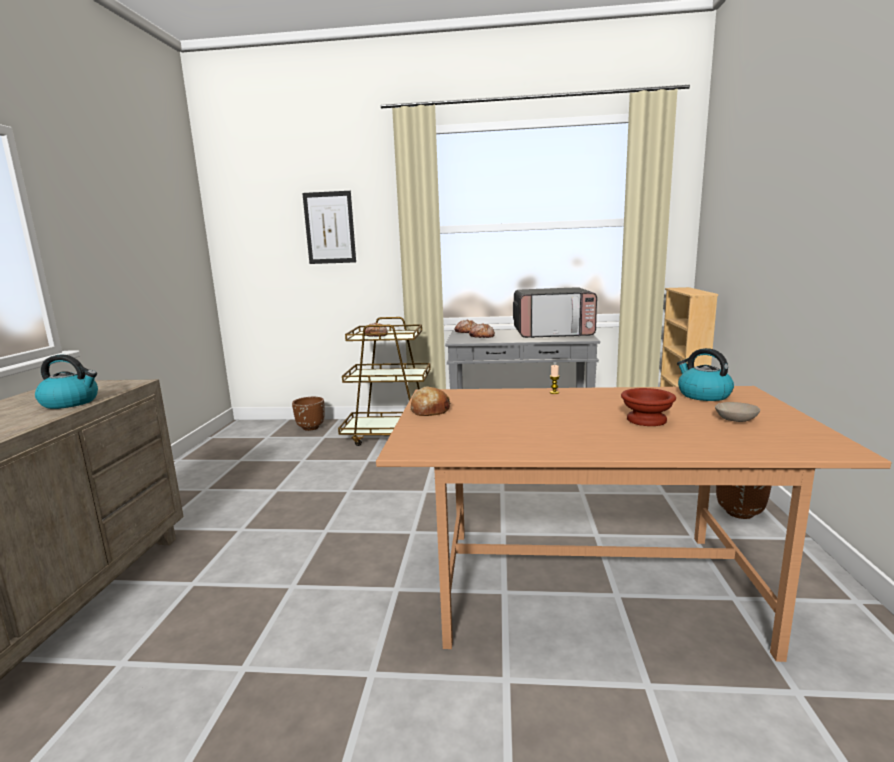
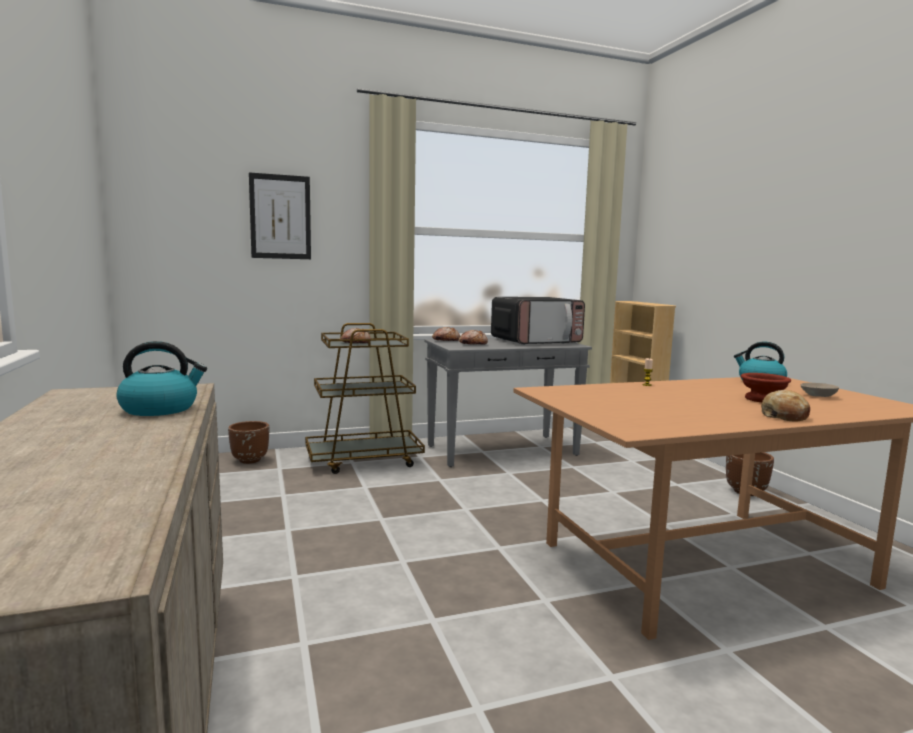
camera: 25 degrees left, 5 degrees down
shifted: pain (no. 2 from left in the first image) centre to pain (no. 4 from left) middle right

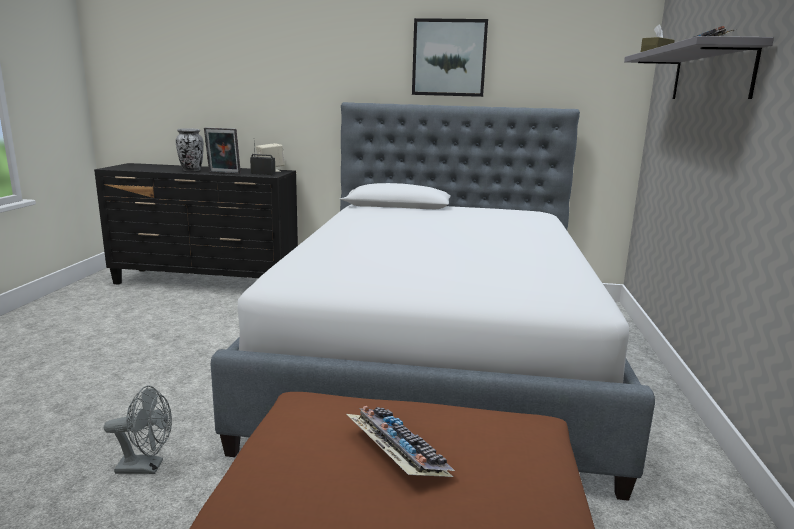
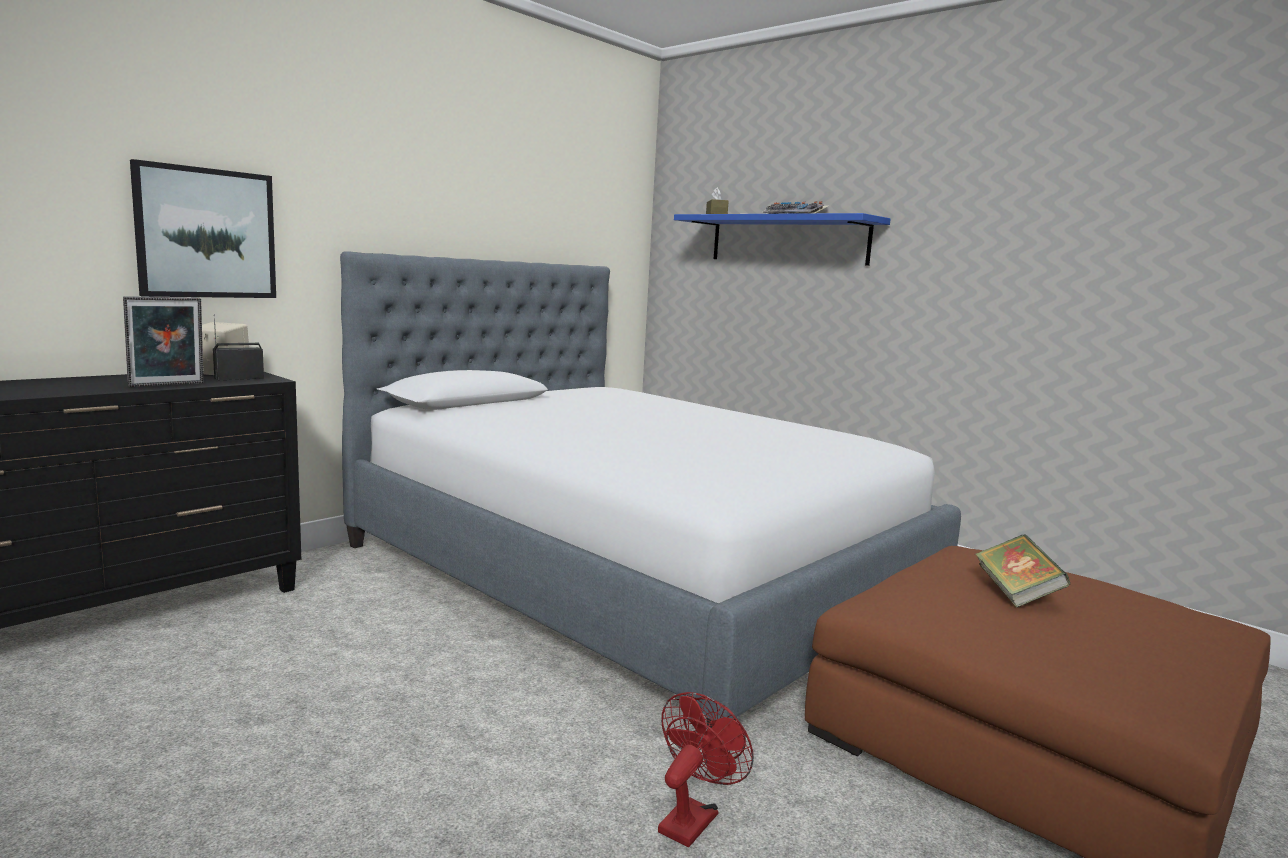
camera: 55 degrees left, 5 degrees down
gone: vase top left
shifted: tableau top centre to top left
swapped: clavier (no. 1 from left) bottom centre to livre middle right
repainted: étagère/gris top right to étagère/bleu top centre; ventilateur/gris bottom left to ventilateur/rouge bottom centre

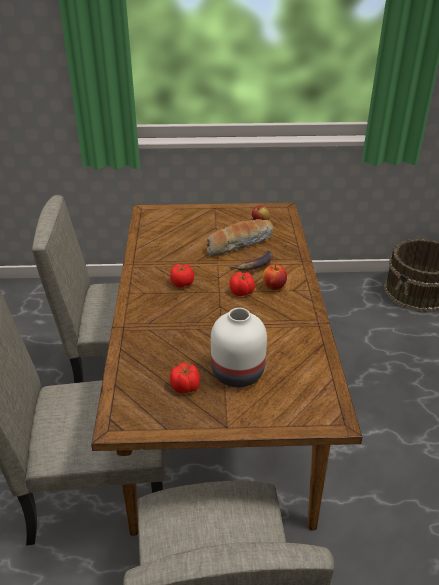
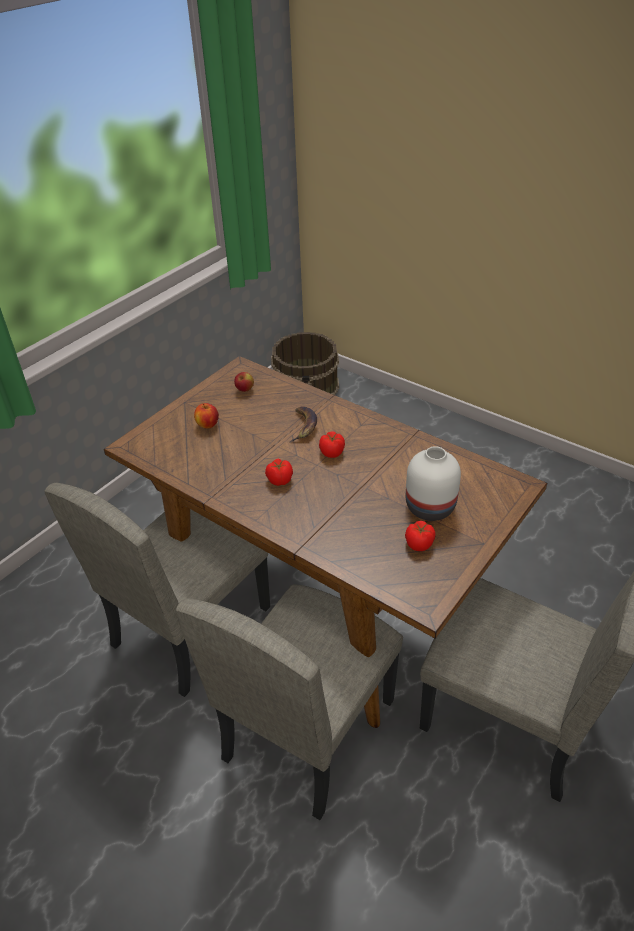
camera: 50 degrees left, 5 degrees up
gone: pain centre
shifted: pomme (no. 2 from left in the first image) centre to pomme (no. 1 from left) middle left

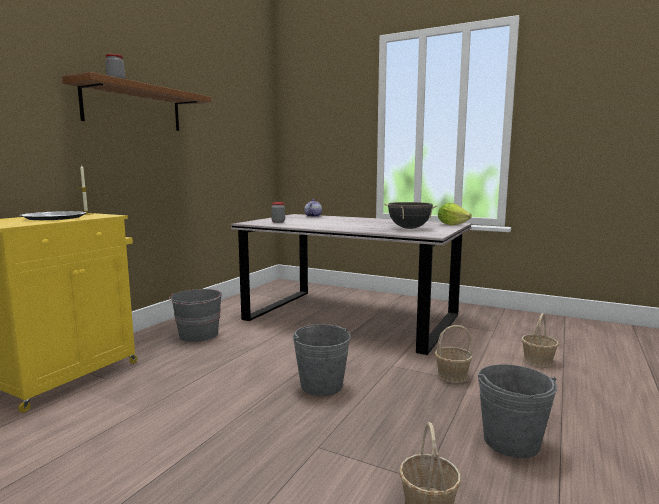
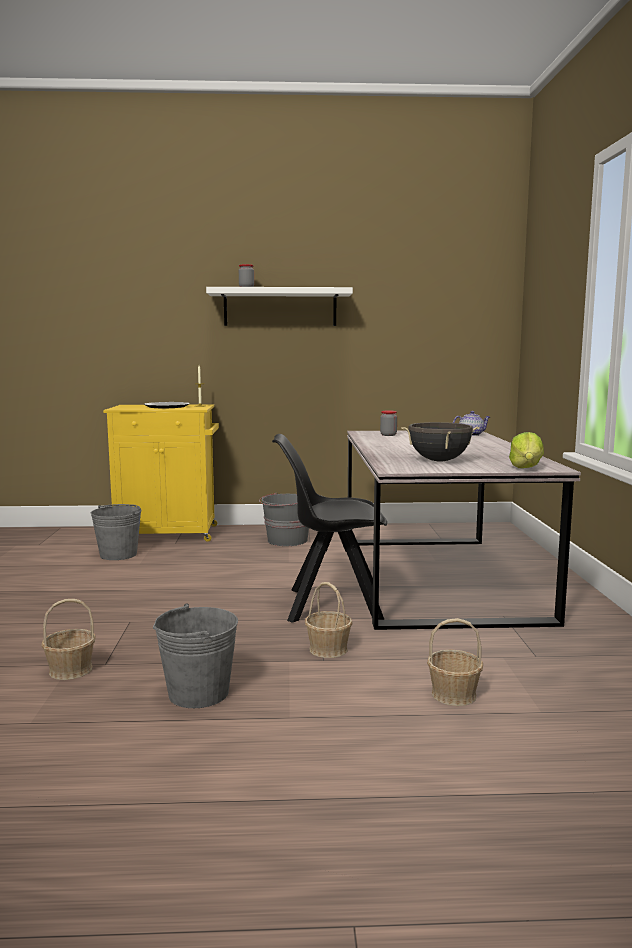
camera: 60 degrees right, 0 degrees up
new: chaise/noir centre
shifted: seau/gris (no. 2 from left in the first image) bottom centre to seau/gris (no. 1 from left) middle left
repainted: étagère/marron top left to étagère/blanc top centre

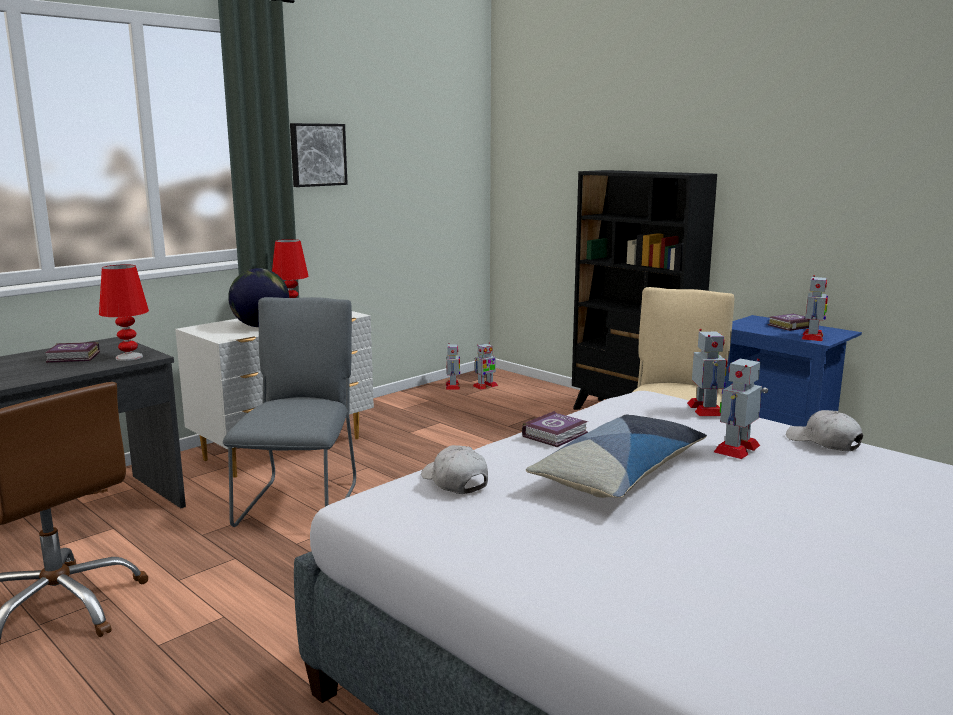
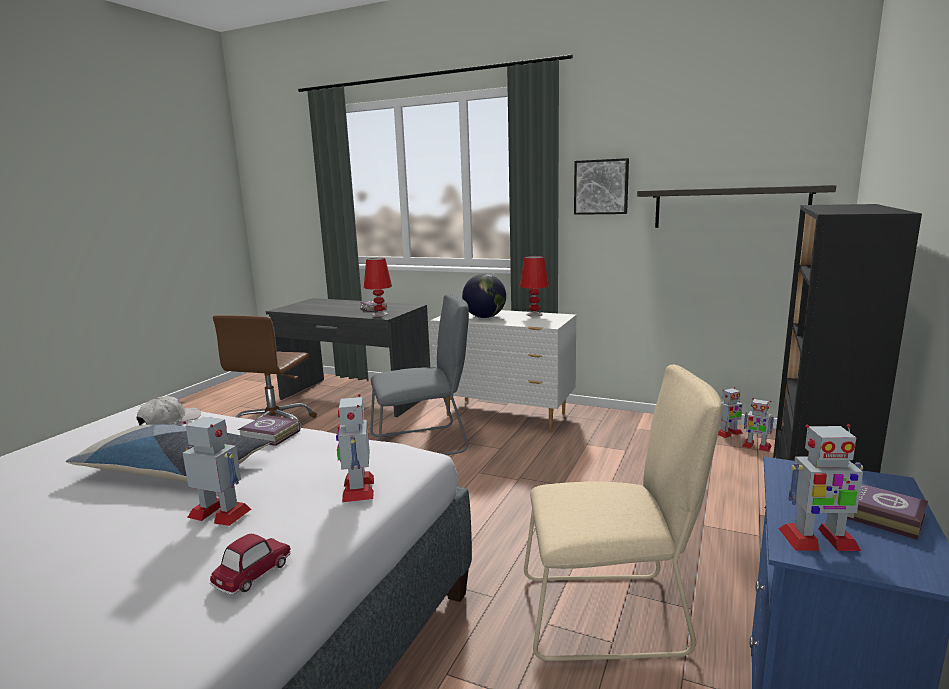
camera: 70 degrees right, 0 degrees up
new: étagère top right
swapped: casquette/blanc (no. 2 from left) middle right to petite voiture bottom left
rotated: robot jouet (no. 3 from left in the first image) middle right = centre 105 degrees clockwise

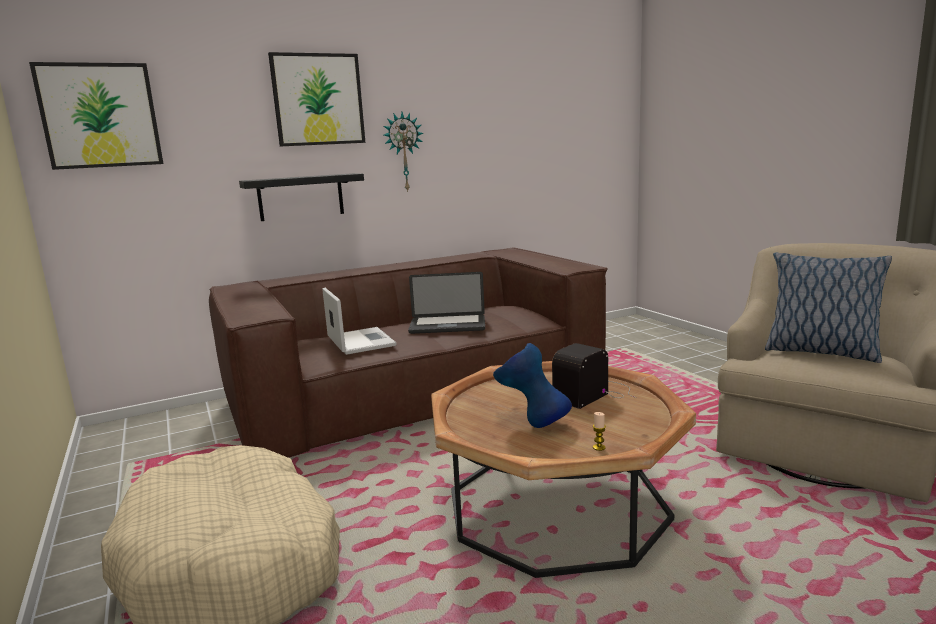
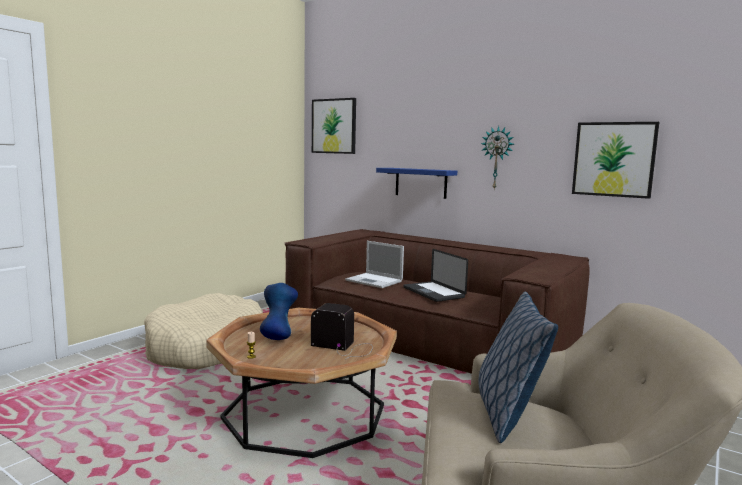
camera: 60 degrees right, 5 degrees down
shifted: tableau (no. 2 from left) top centre to top right
repainted: étagère/noir top left to étagère/bleu centre
rotated: ordinateur portable (no. 1 from left) centre = centre 90 degrees clockwise

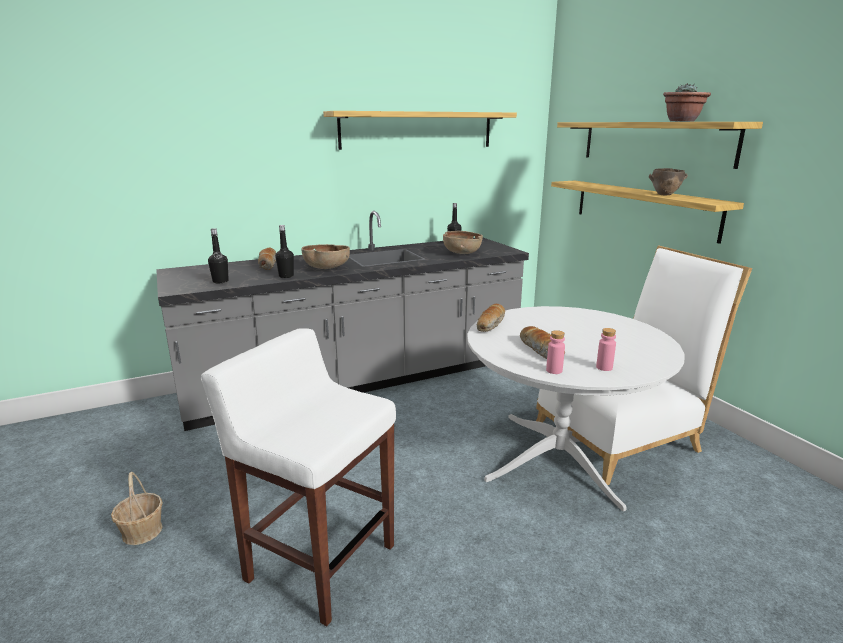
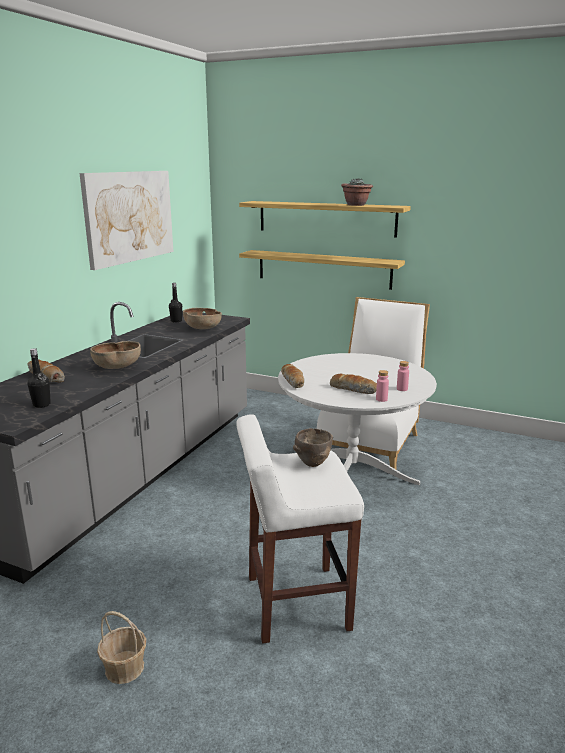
camera: 40 degrees left, 0 degrees up
gone: bouteille/noir (no. 2 from left) centre
shifted: bol/marron (no. 3 from left) top right to centre
swapped: étagère (no. 1 from left) top centre to tableau top left

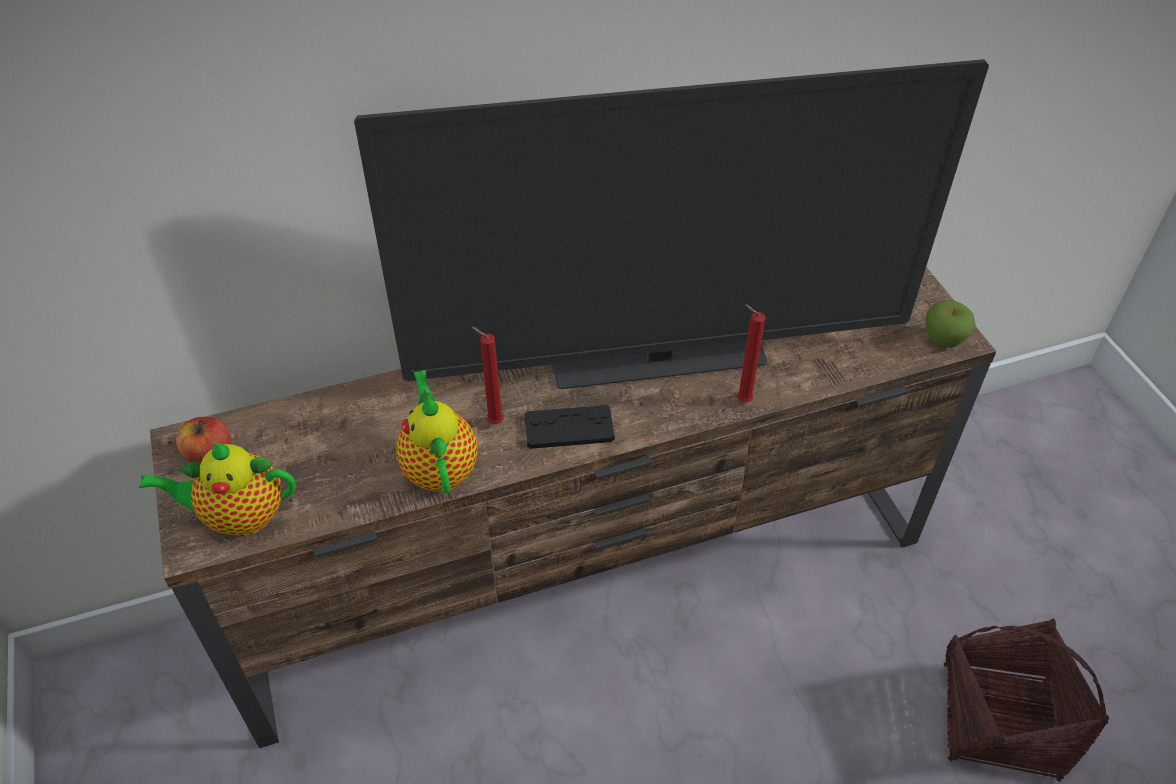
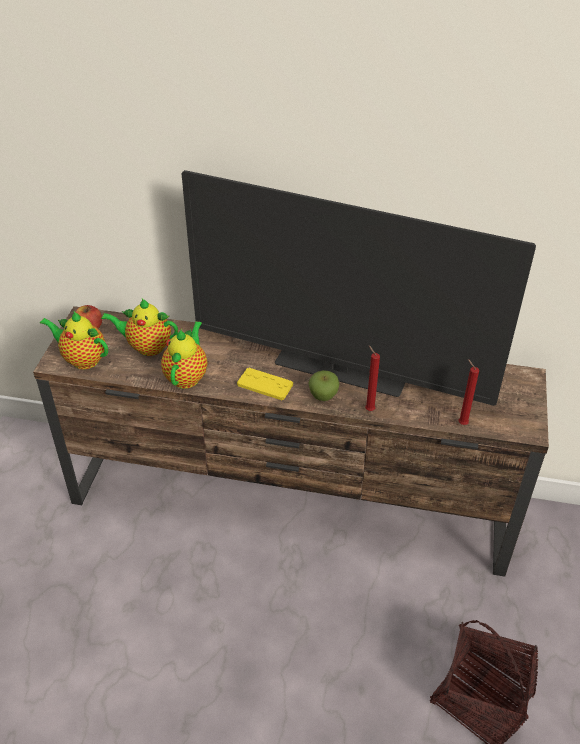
camera: 30 degrees right, 5 degrees down
new: théière (no. 2 from left) middle left
shifted: pomme (no. 2 from left) middle right to centre; bougie/rouge (no. 1 from left in the first image) centre to bougie/rouge (no. 2 from left) middle right
repainted: manette/noir centre to manette/jaune centre

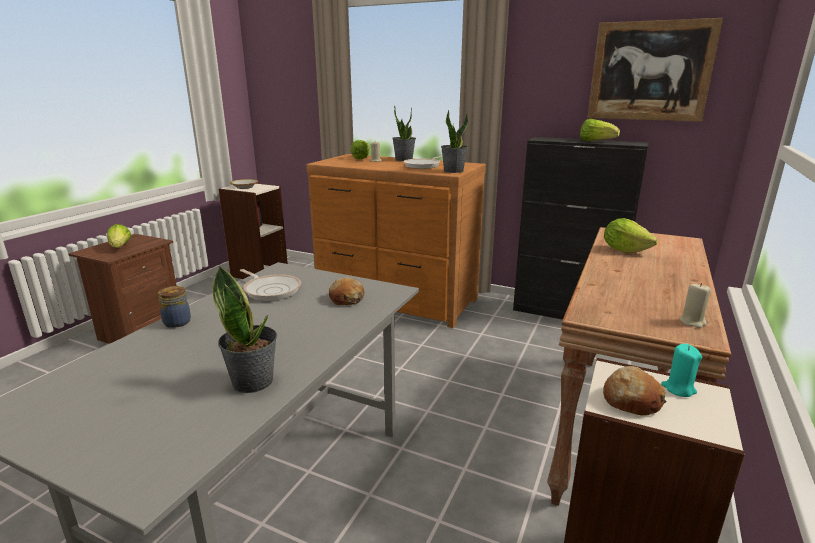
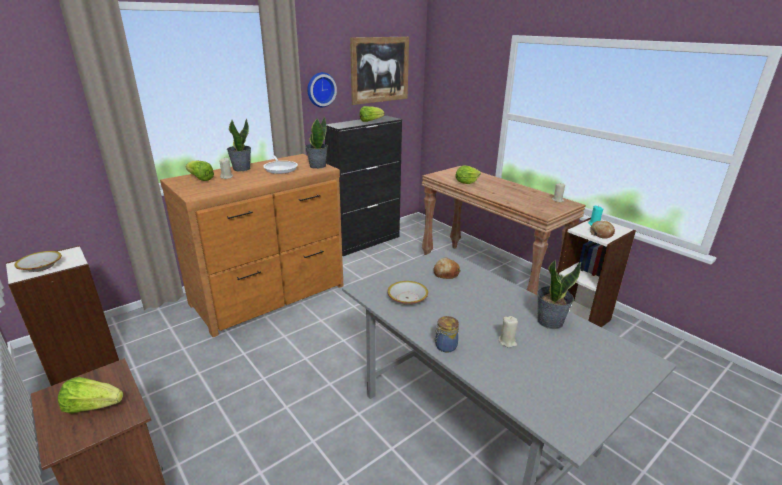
camera: 65 degrees left, 5 degrees up
new: horloge murale top centre; bougie/beige (no. 2 from left) bottom centre
swapped: poêle (no. 1 from left) middle left to bol (no. 2 from left) centre

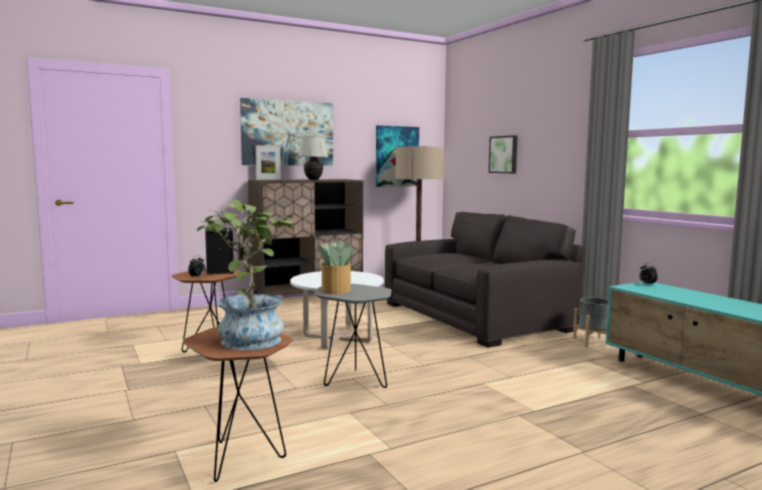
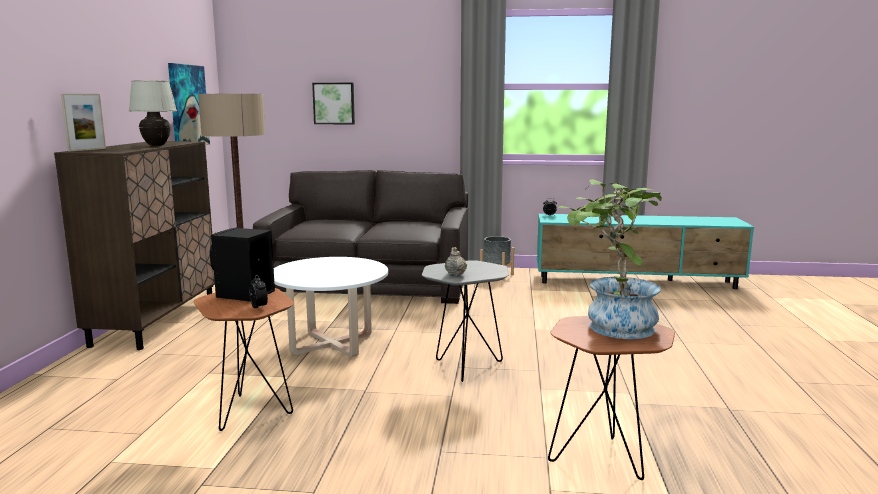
camera: 55 degrees left, 5 degrees up
gone: tableau (no. 1 from left) top centre
swapped: plante en pot (no. 2 from left) centre to théière/beige centre

